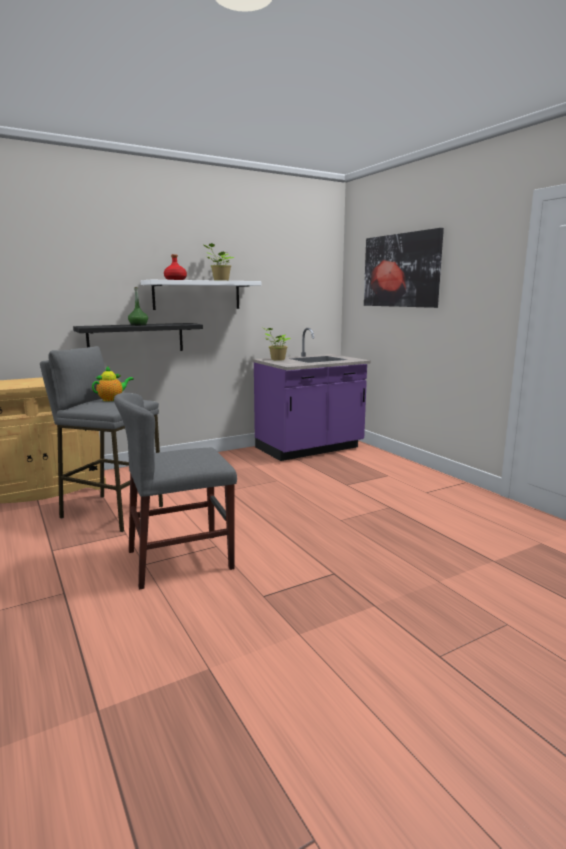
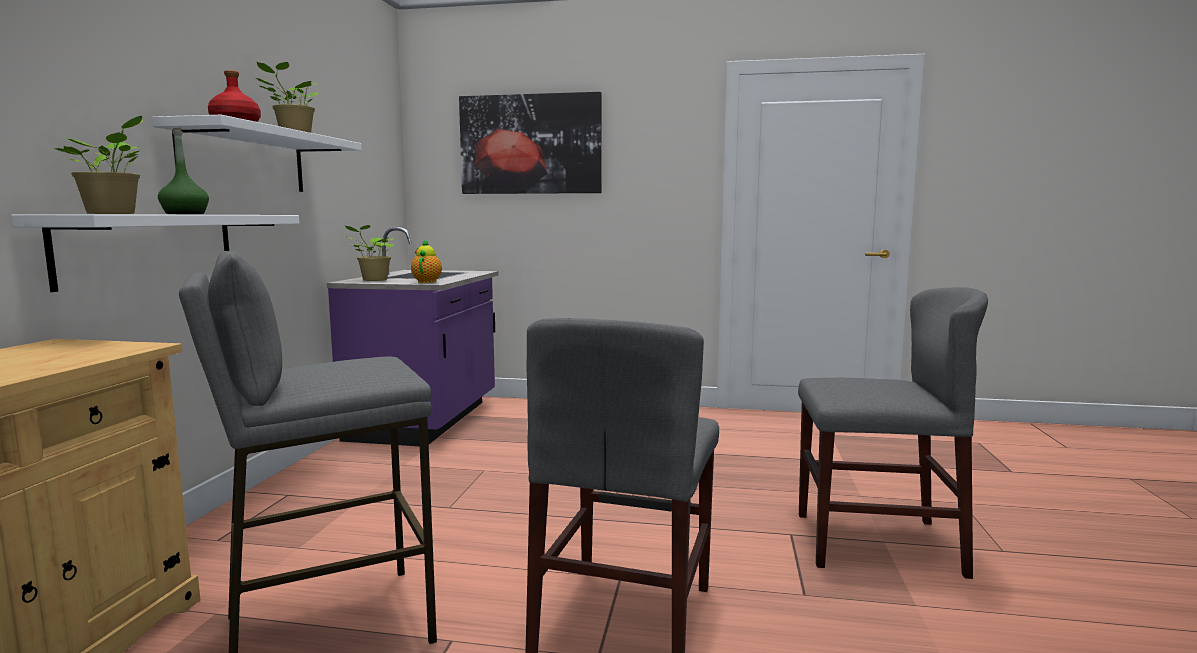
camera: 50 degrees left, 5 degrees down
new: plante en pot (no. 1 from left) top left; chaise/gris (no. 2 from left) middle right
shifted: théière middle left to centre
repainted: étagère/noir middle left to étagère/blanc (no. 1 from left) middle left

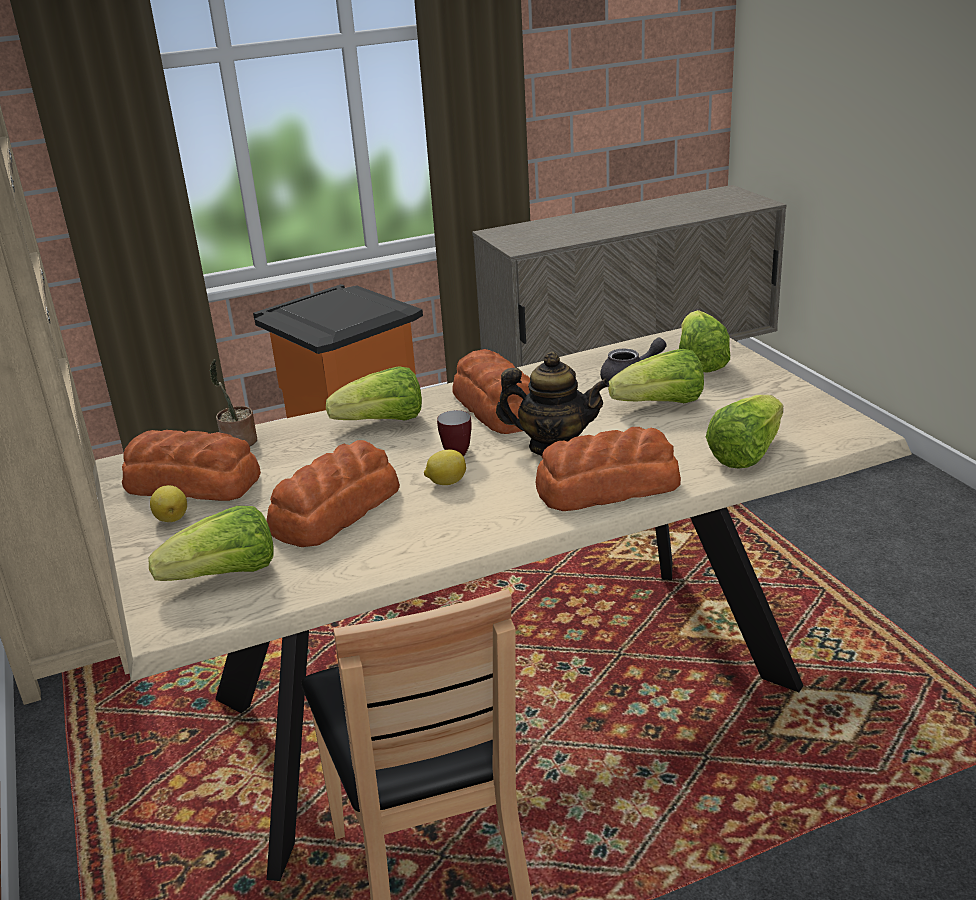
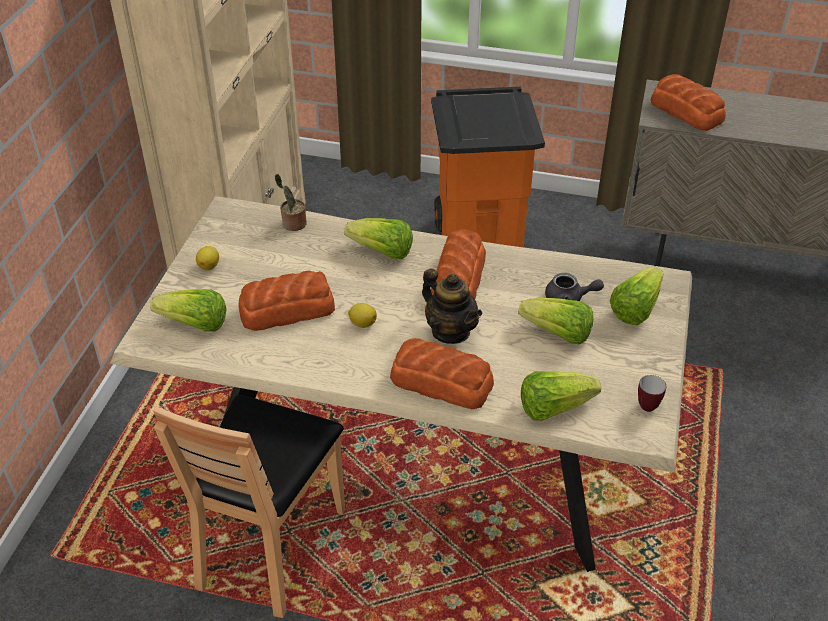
camera: 35 degrees right, 15 degrees up
shifted: mug centre to middle right; pain (no. 1 from left in the first image) middle left to pain (no. 4 from left) top right

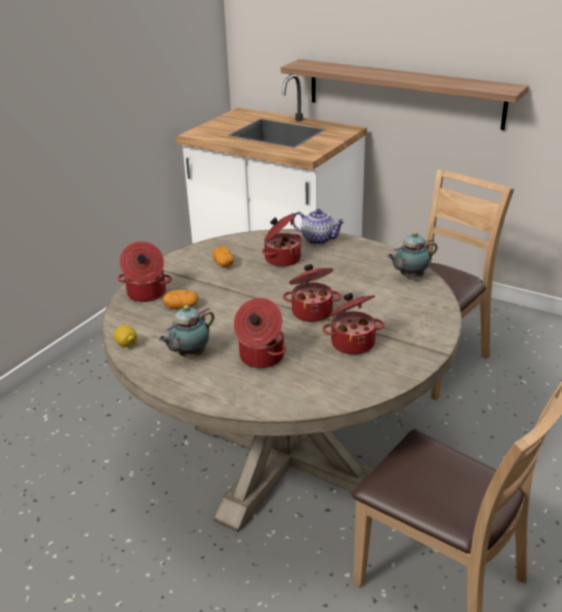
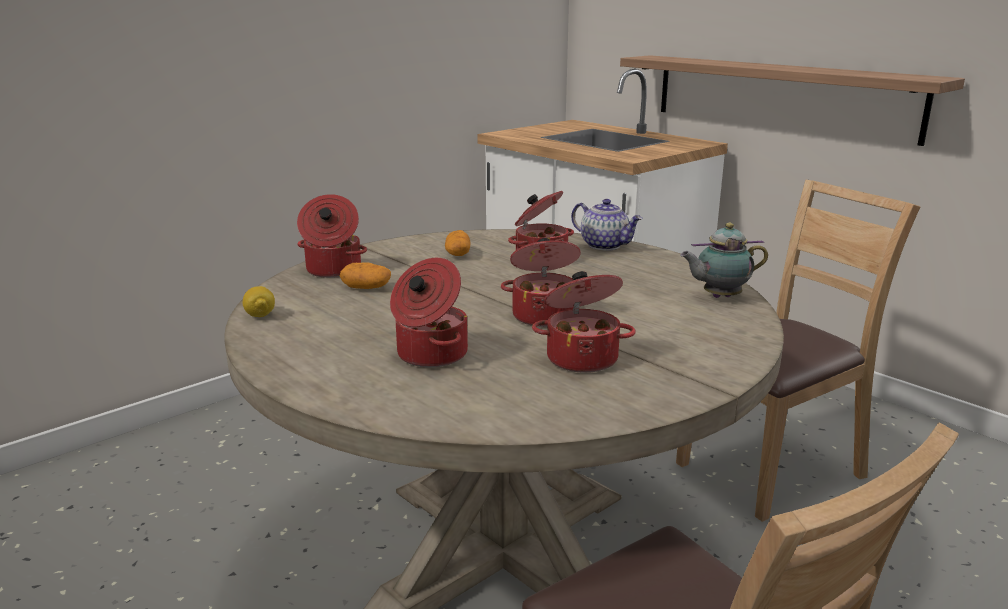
camera: 15 degrees right, 10 degrees down
gone: théière (no. 1 from left) middle left

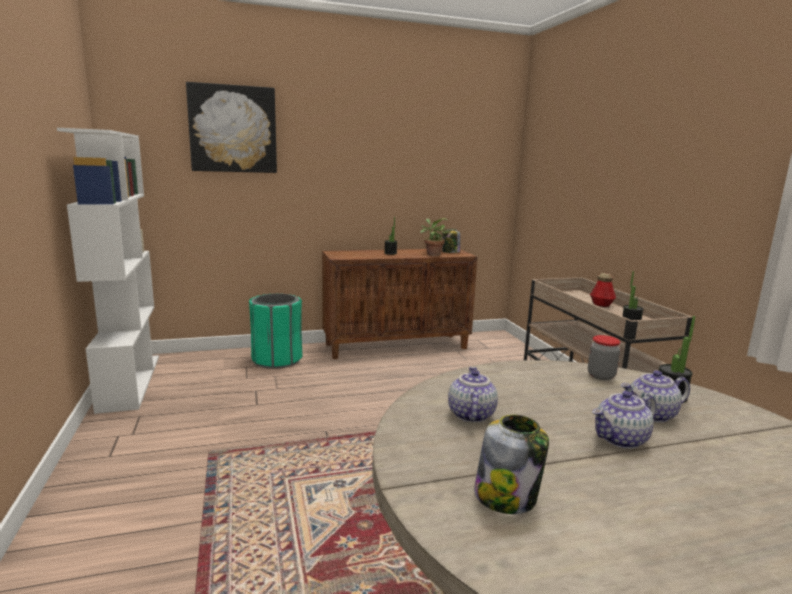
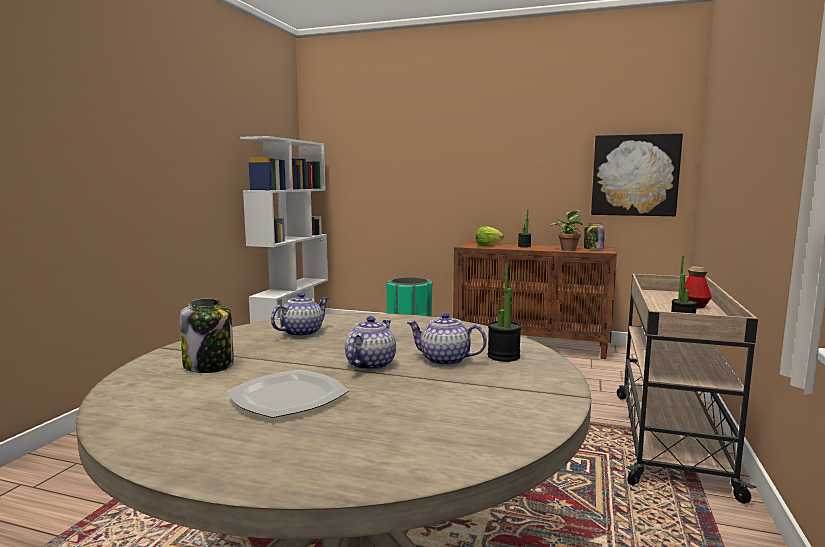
camera: 35 degrees right, 5 degrees down
gone: bocal (no. 3 from left) middle right
new: laitue centre; assiette bottom centre
shifted: tableau top left to top right
rotated: théière (no. 2 from left) bottom right = centre 105 degrees clockwise

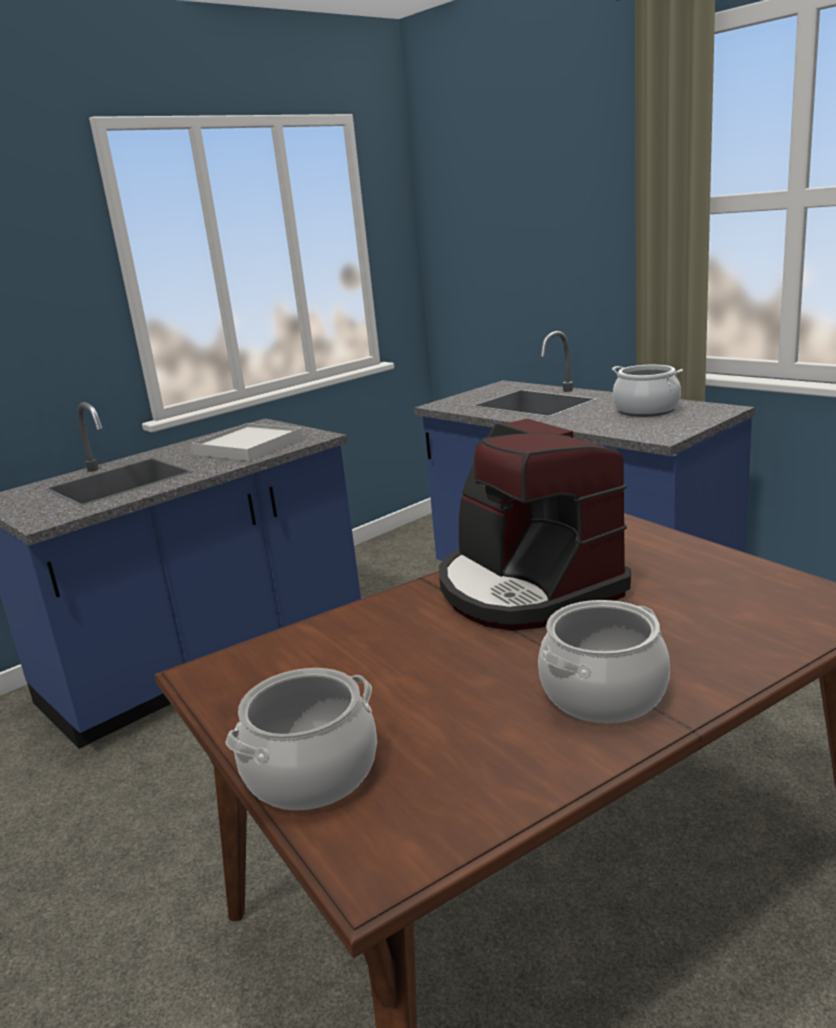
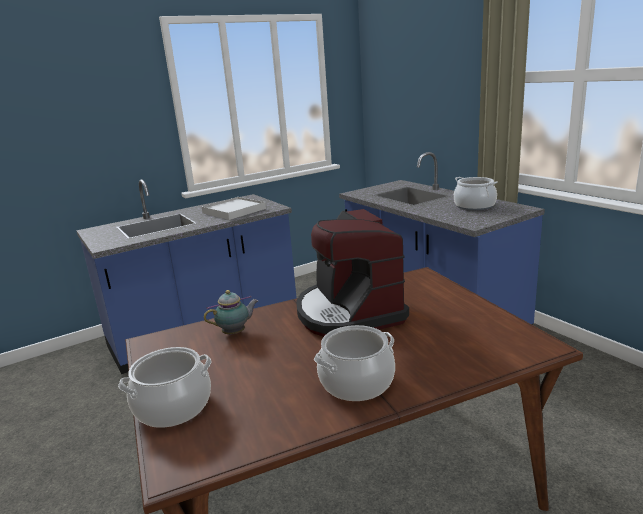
camera: 10 degrees right, 0 degrees up
new: théière centre

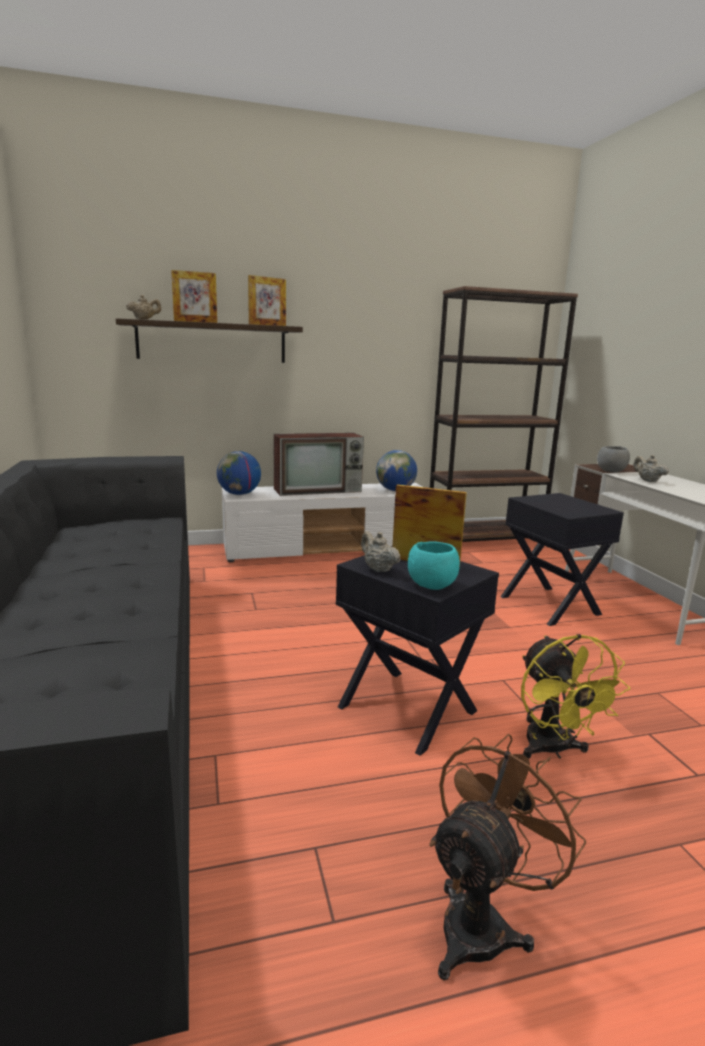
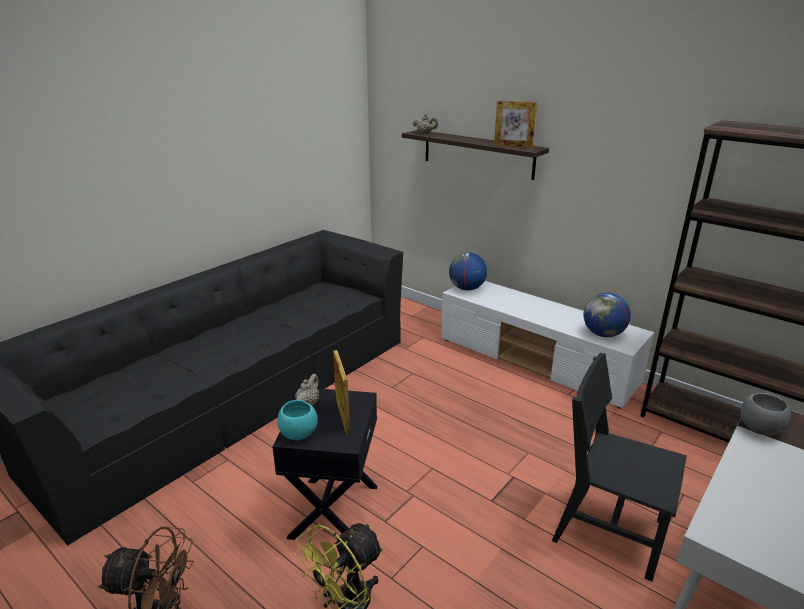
camera: 55 degrees right, 10 degrees up
gone: cadre photo (no. 1 from left) top left; téléviseur centre; théière/beige (no. 3 from left) middle right
swapped: table d'appoint/noir (no. 2 from left) middle right to chaise/noir bottom right

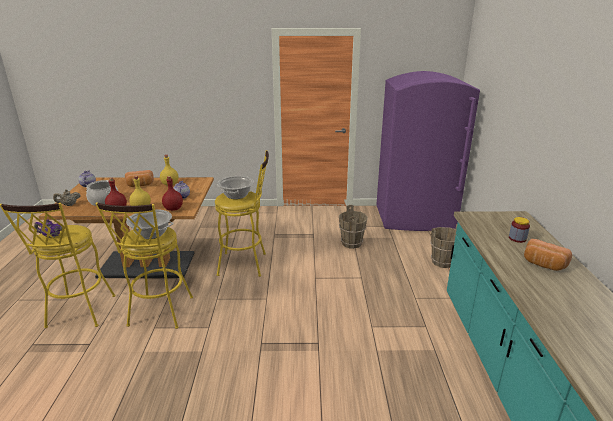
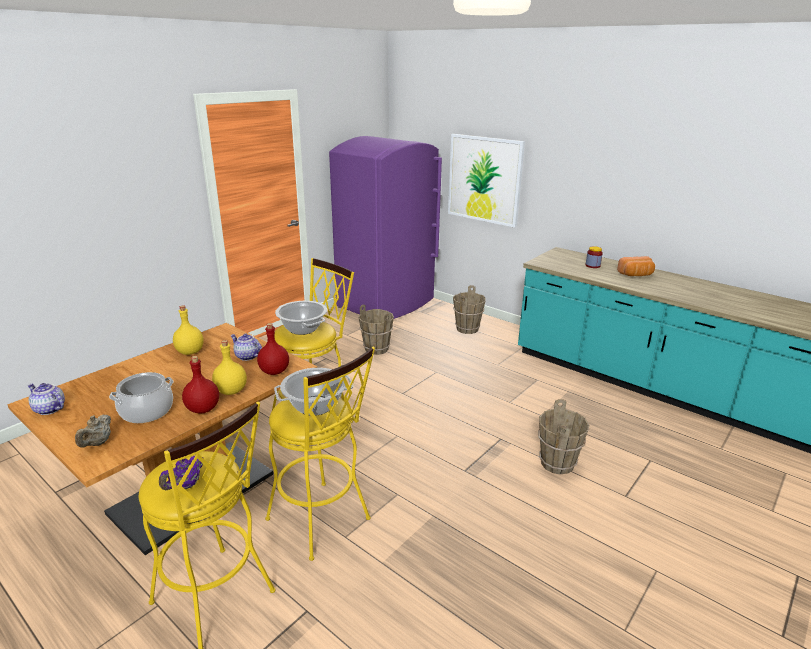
camera: 50 degrees left, 0 degrees up
gone: pain (no. 1 from left) middle left
new: tableau top centre; seau/marron (no. 3 from left) bottom right

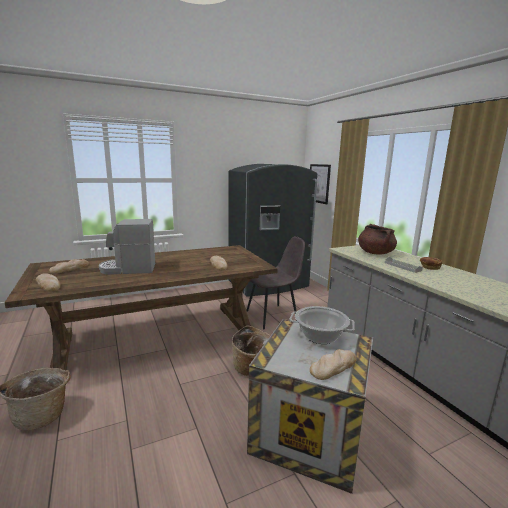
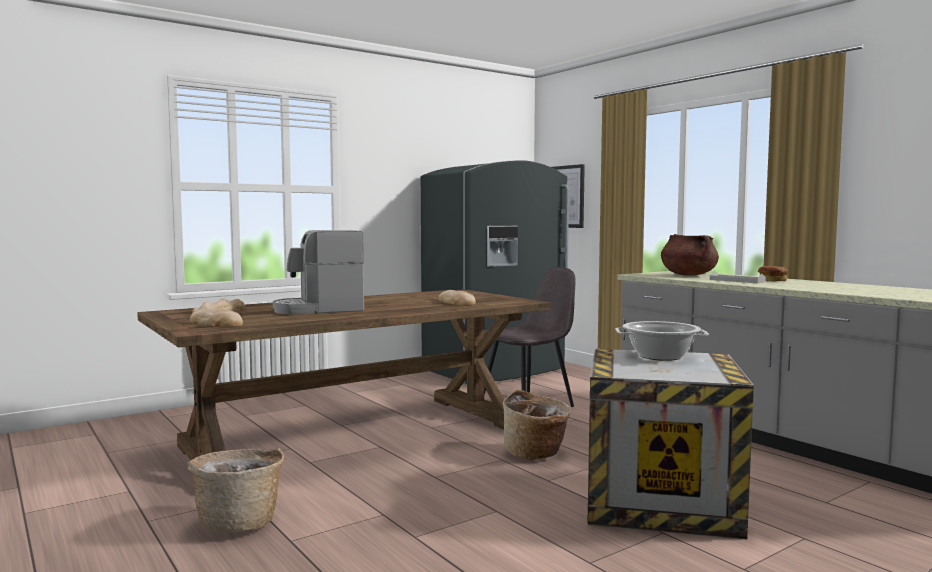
camera: 10 degrees left, 10 degrees down
gone: pain (no. 4 from left) bottom centre

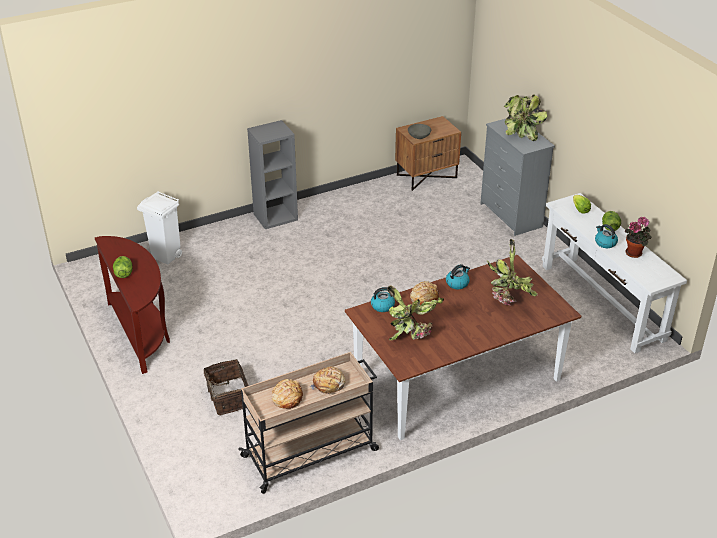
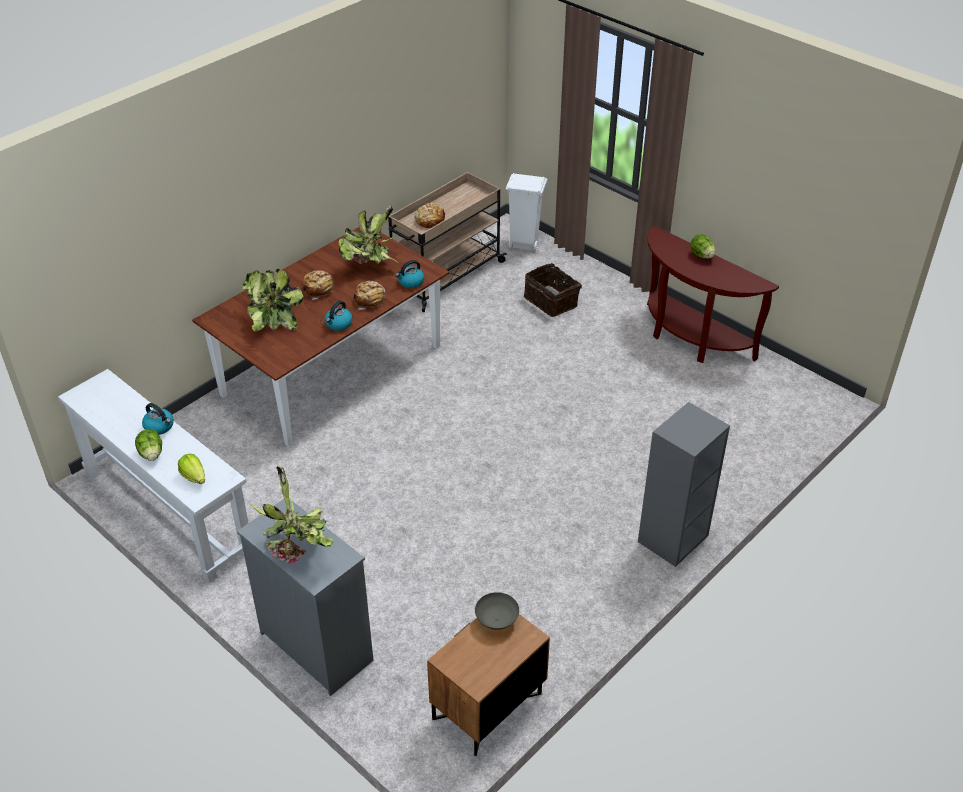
camera: 160 degrees right, 5 degrees up
gone: plante en pot (no. 4 from left) middle right
shifted: poubelle/blanc middle left to top centre; pain (no. 1 from left) bottom centre to middle left

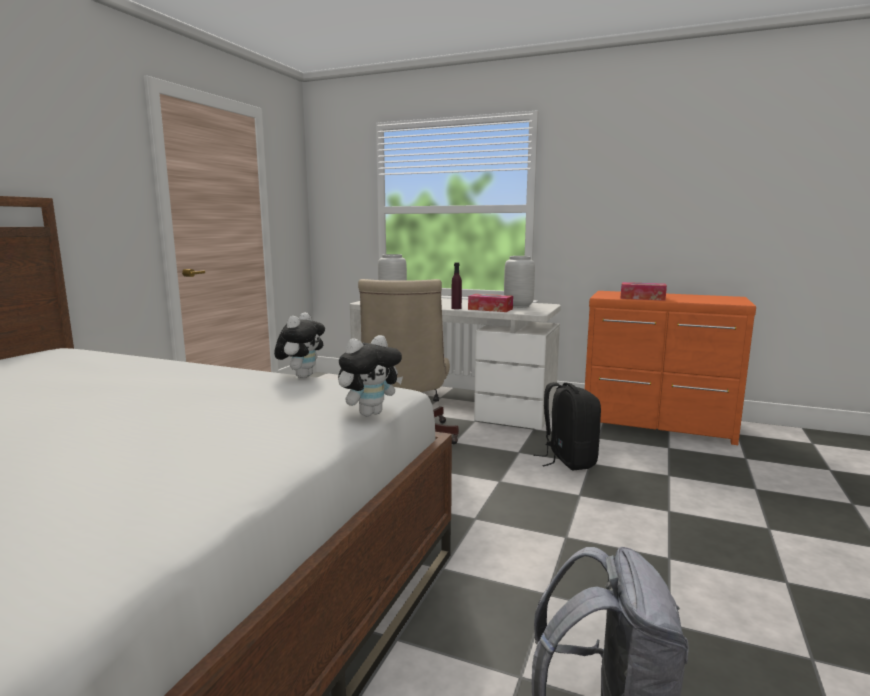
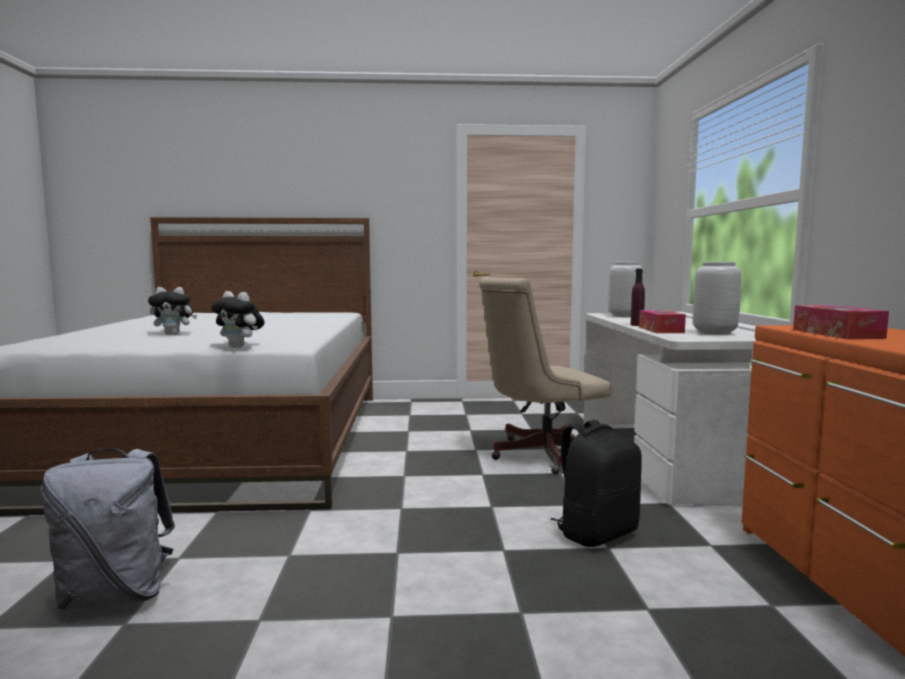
camera: 65 degrees right, 5 degrees down
shifted: peluche (no. 1 from left) centre to middle left

